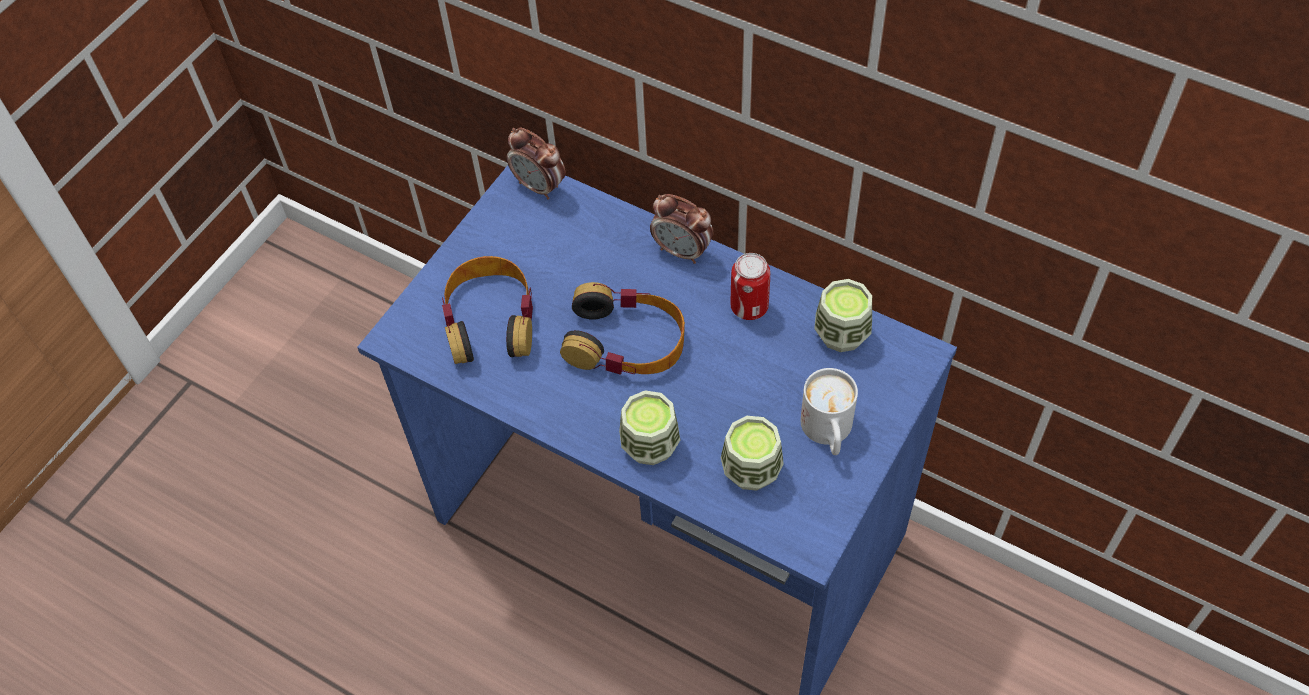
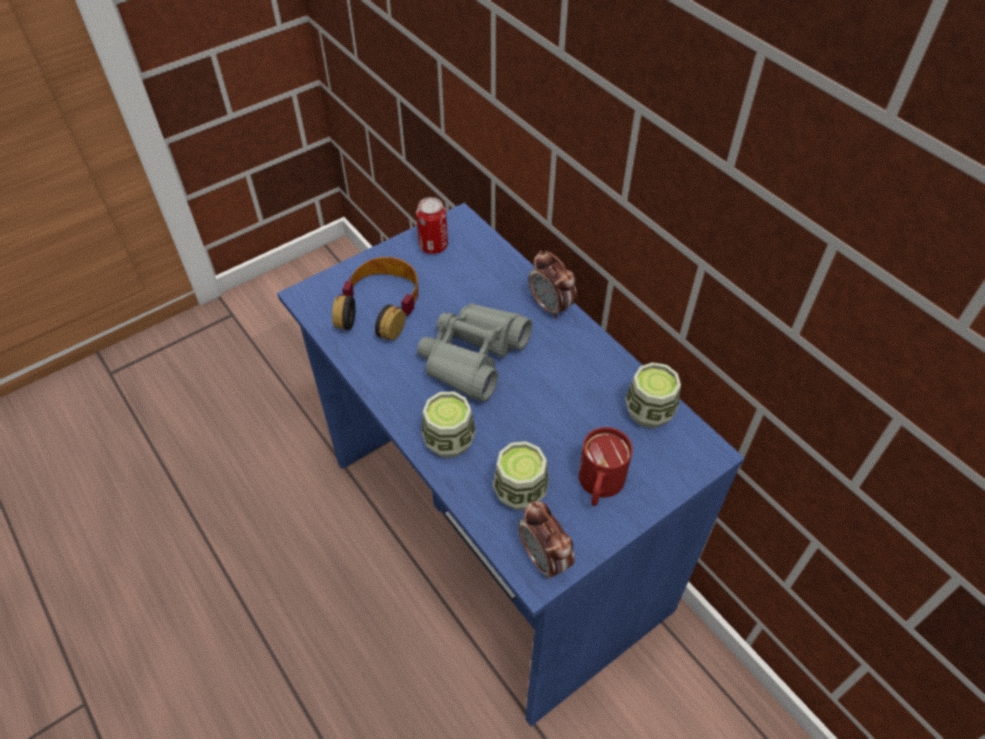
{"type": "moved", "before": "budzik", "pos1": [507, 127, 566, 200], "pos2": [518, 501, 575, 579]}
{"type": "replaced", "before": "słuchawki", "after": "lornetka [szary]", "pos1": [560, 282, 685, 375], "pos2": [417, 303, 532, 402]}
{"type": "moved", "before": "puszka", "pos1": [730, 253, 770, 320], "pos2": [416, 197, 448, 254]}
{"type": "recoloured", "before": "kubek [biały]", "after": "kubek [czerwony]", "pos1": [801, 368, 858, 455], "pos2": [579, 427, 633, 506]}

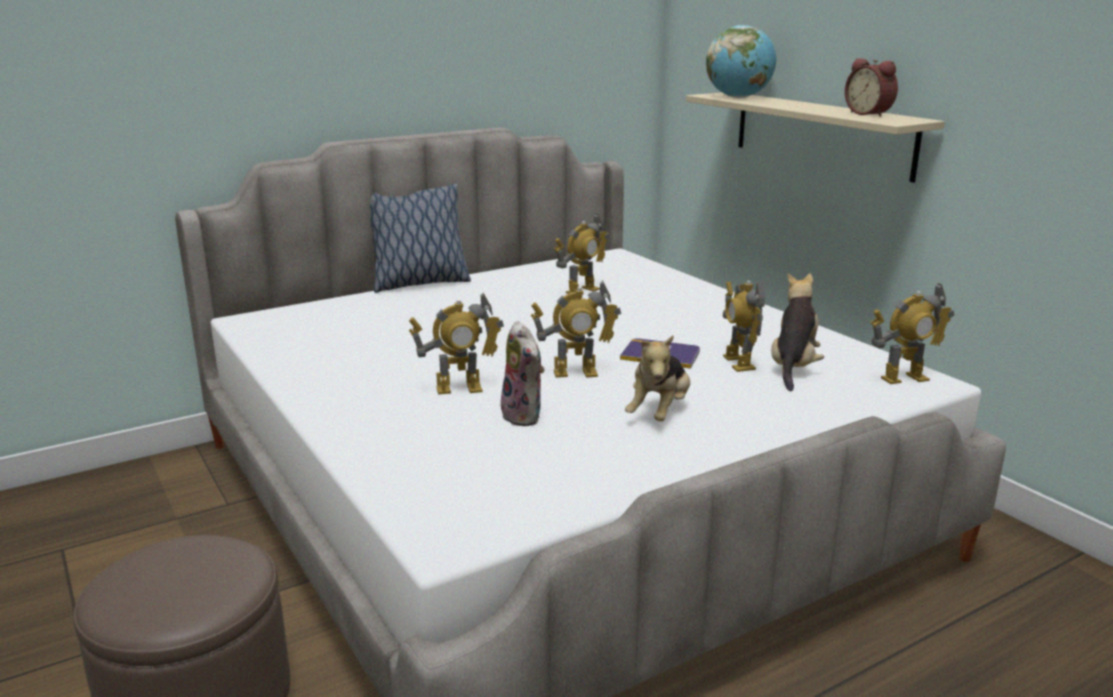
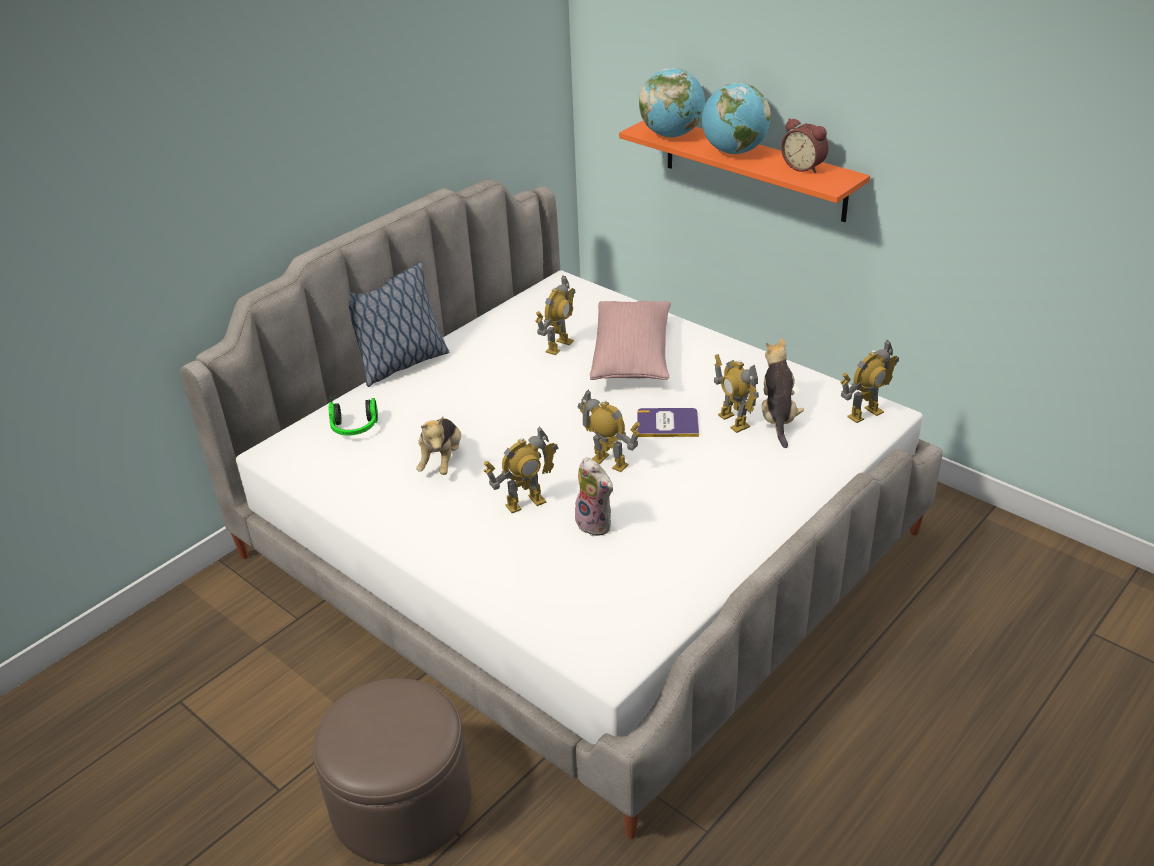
{"type": "turned", "before": "robot zabawkowy", "pos1": [531, 280, 621, 378], "pos2": [577, 389, 640, 472], "turn": -120}
{"type": "moved", "before": "pluszak", "pos1": [625, 336, 690, 421], "pos2": [416, 417, 461, 475]}
{"type": "recoloured", "before": "półka [beżowy]", "after": "półka [pomarańczowy]", "pos1": [686, 93, 945, 183], "pos2": [619, 121, 870, 222]}
{"type": "added", "after": "słuchawki", "pos2": [329, 396, 378, 435]}
{"type": "added", "after": "poduszka [różowy]", "pos2": [590, 301, 671, 380]}
{"type": "added", "after": "globus", "pos2": [702, 83, 771, 154]}

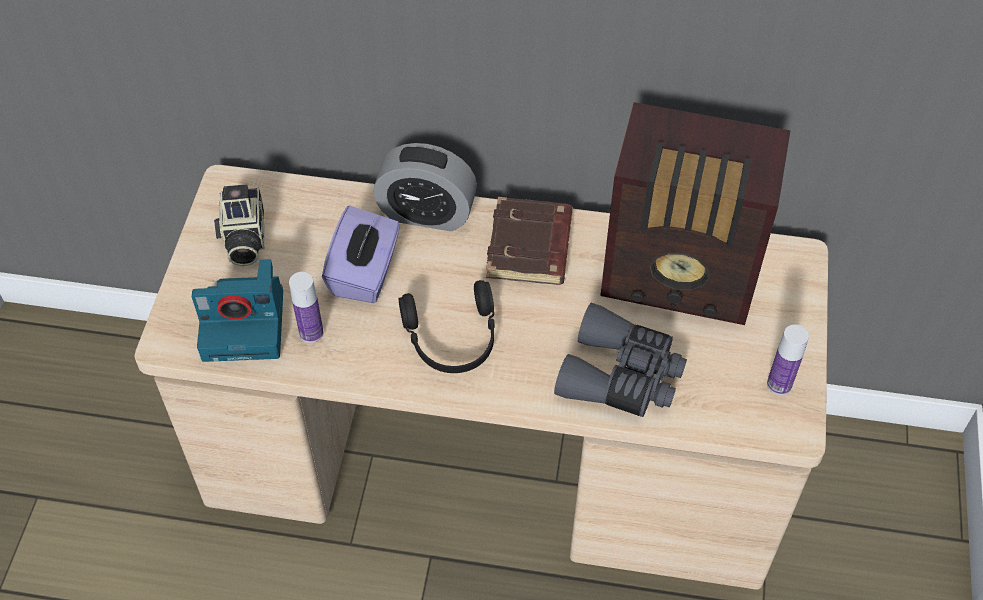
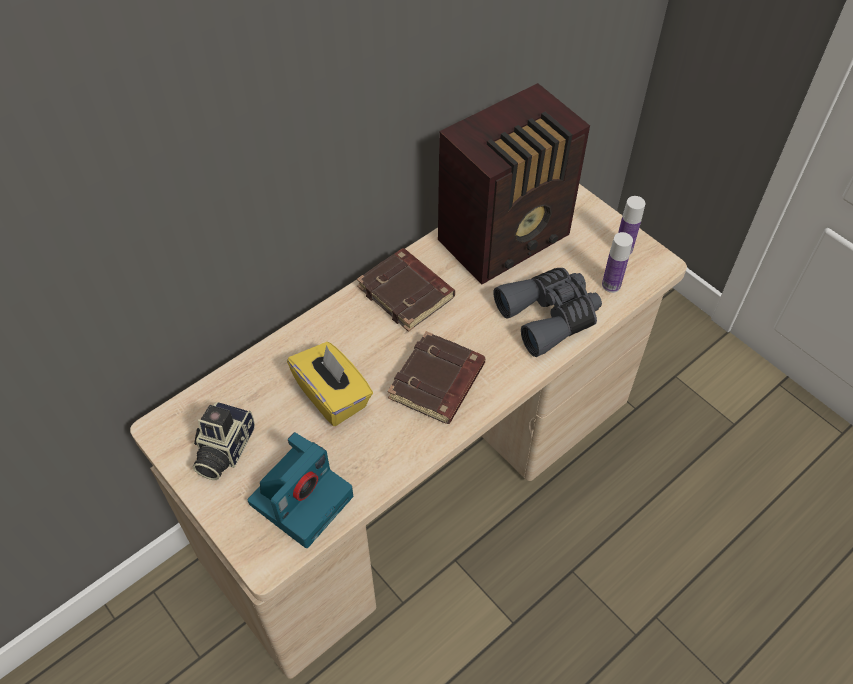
{"type": "turned", "before": "aparat fotograficzny", "pos1": [214, 184, 265, 266], "pos2": [193, 402, 255, 480], "turn": 75}
{"type": "moved", "before": "butelka", "pos1": [289, 272, 324, 343], "pos2": [602, 232, 633, 293]}
{"type": "recoloured", "before": "pudełko chusteczek [fioletowy]", "after": "pudełko chusteczek [żółty]", "pos1": [322, 206, 400, 303], "pos2": [287, 342, 373, 426]}
{"type": "removed", "before": "budzik", "pos1": [373, 143, 477, 231]}
{"type": "replaced", "before": "słuchawki [czarny]", "after": "książka [brązowy]", "pos1": [398, 280, 495, 373], "pos2": [387, 331, 486, 424]}

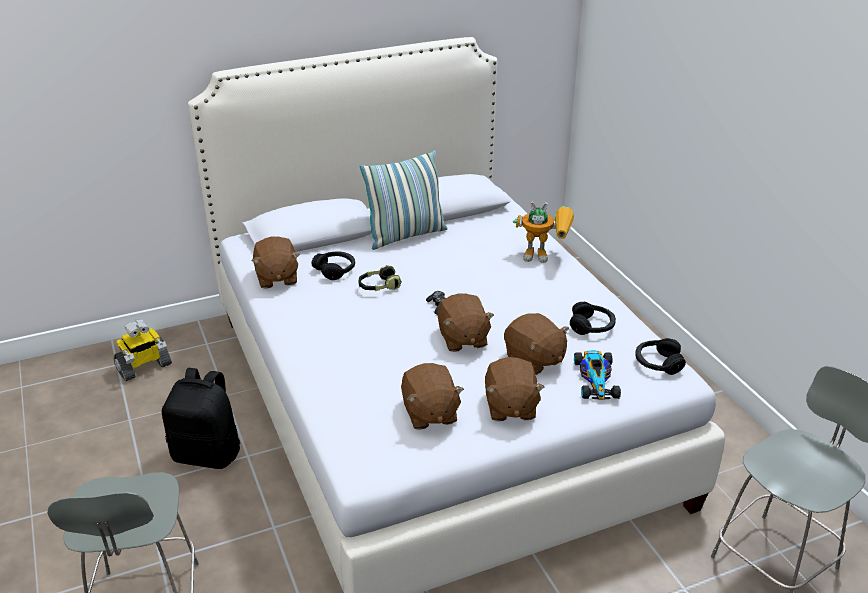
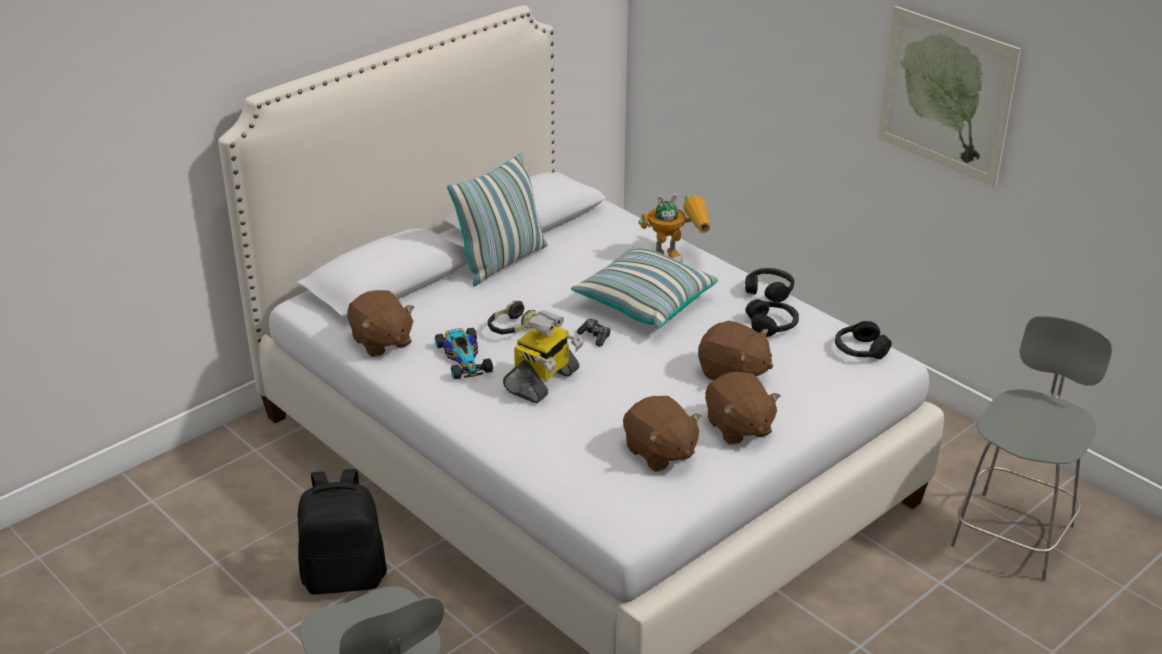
{"type": "moved", "before": "robot zabawkowy", "pos1": [114, 319, 172, 381], "pos2": [503, 310, 584, 403]}
{"type": "moved", "before": "słuchawki [czarny]", "pos1": [311, 251, 355, 280], "pos2": [745, 268, 794, 302]}
{"type": "removed", "before": "pluszak [brązowy]", "pos1": [437, 293, 494, 352]}
{"type": "moved", "before": "samochodzik", "pos1": [574, 351, 621, 400], "pos2": [435, 328, 493, 379]}
{"type": "added", "after": "poduszka", "pos2": [571, 246, 718, 329]}
{"type": "added", "after": "obraz", "pos2": [877, 6, 1021, 187]}

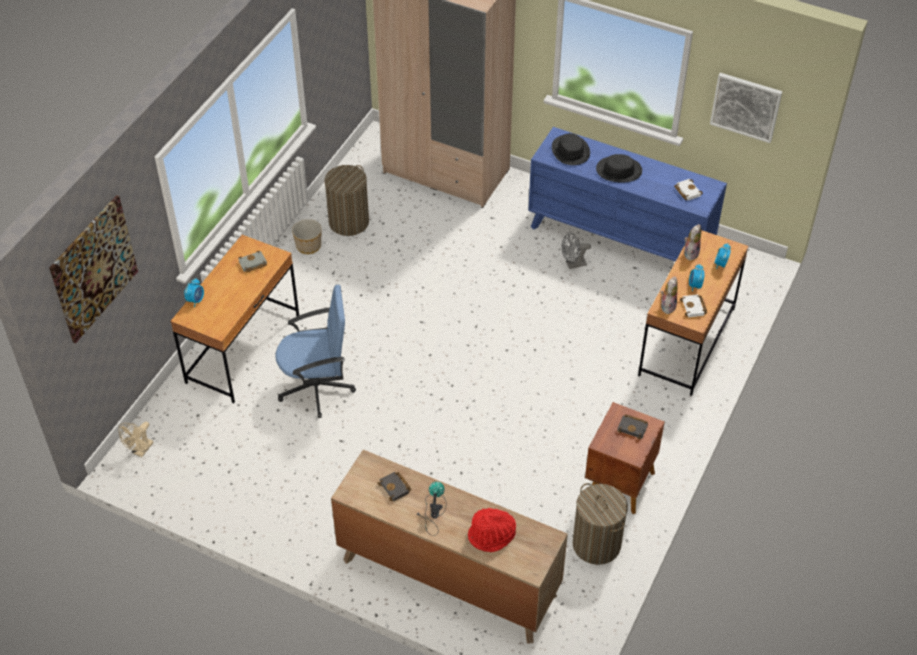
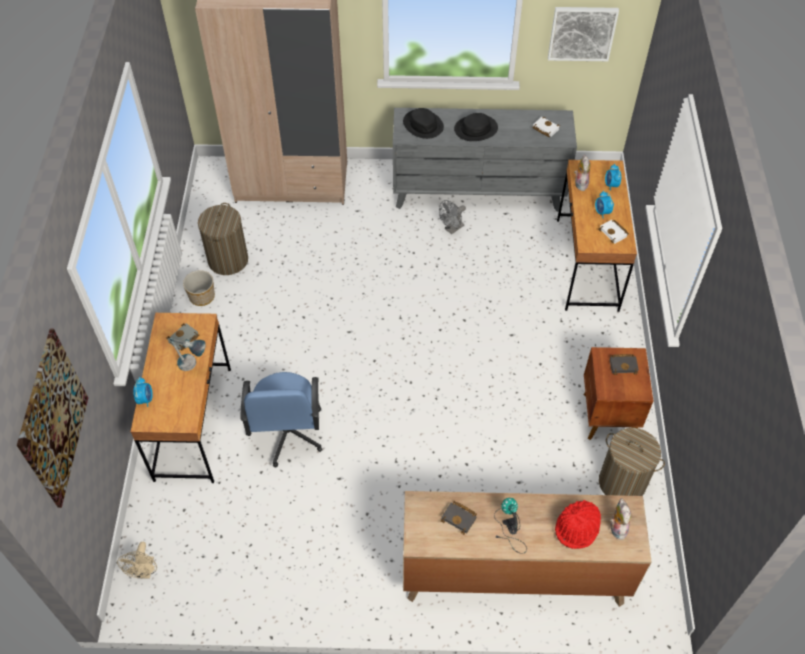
{"type": "turned", "before": "krzesło biurowe [niebieski]", "pos1": [275, 285, 356, 418], "pos2": [240, 372, 323, 468], "turn": 120}
{"type": "recoloured", "before": "komoda [niebieski]", "after": "komoda [szary]", "pos1": [528, 127, 727, 262], "pos2": [393, 108, 577, 212]}
{"type": "moved", "before": "pluszak", "pos1": [661, 277, 678, 315], "pos2": [610, 498, 631, 541]}
{"type": "added", "after": "lampa stołowa", "pos2": [170, 338, 206, 371]}

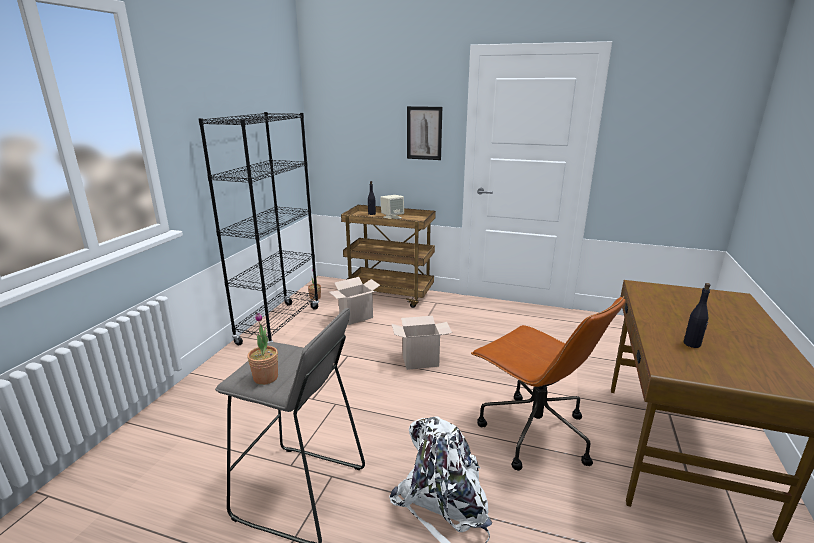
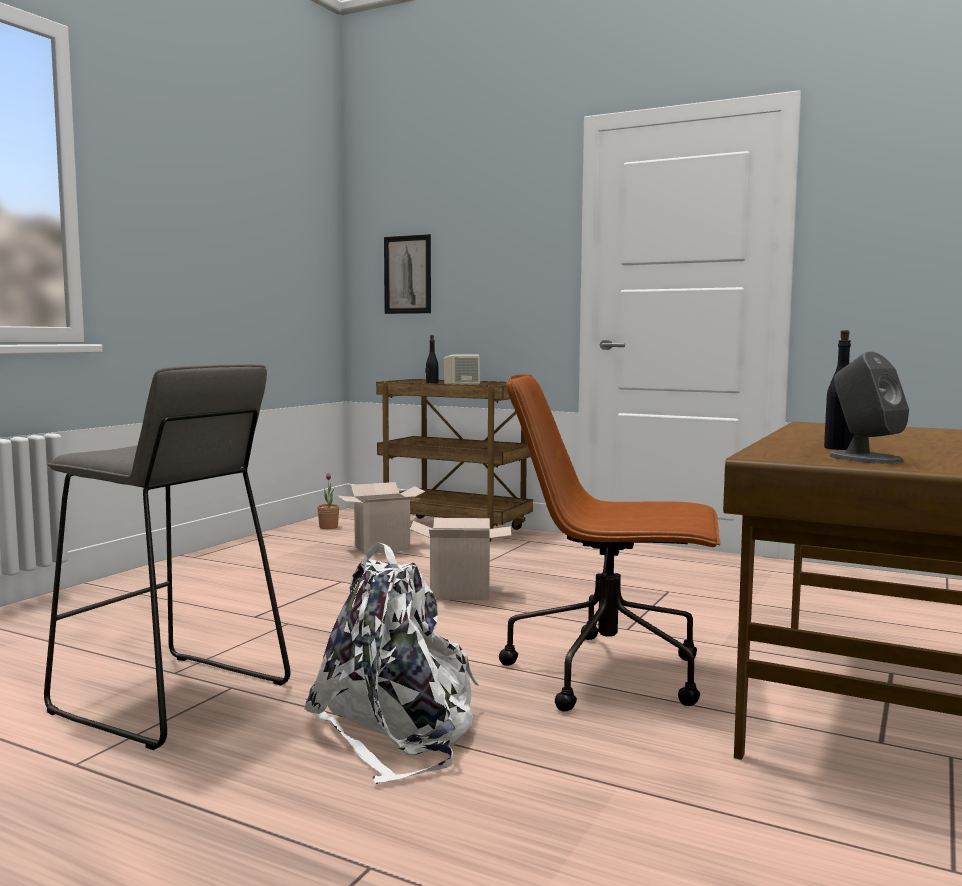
{"type": "removed", "before": "regał [czarny]", "pos1": [198, 112, 319, 345]}
{"type": "removed", "before": "roślina doniczkowa", "pos1": [247, 313, 278, 385]}
{"type": "moved", "before": "obraz", "pos1": [407, 106, 442, 160], "pos2": [384, 234, 431, 314]}
{"type": "turned", "before": "krzesło biurowe [brązowy]", "pos1": [471, 296, 626, 471], "pos2": [499, 374, 721, 712], "turn": 135}
{"type": "added", "after": "głośnik [szary]", "pos2": [829, 351, 909, 464]}

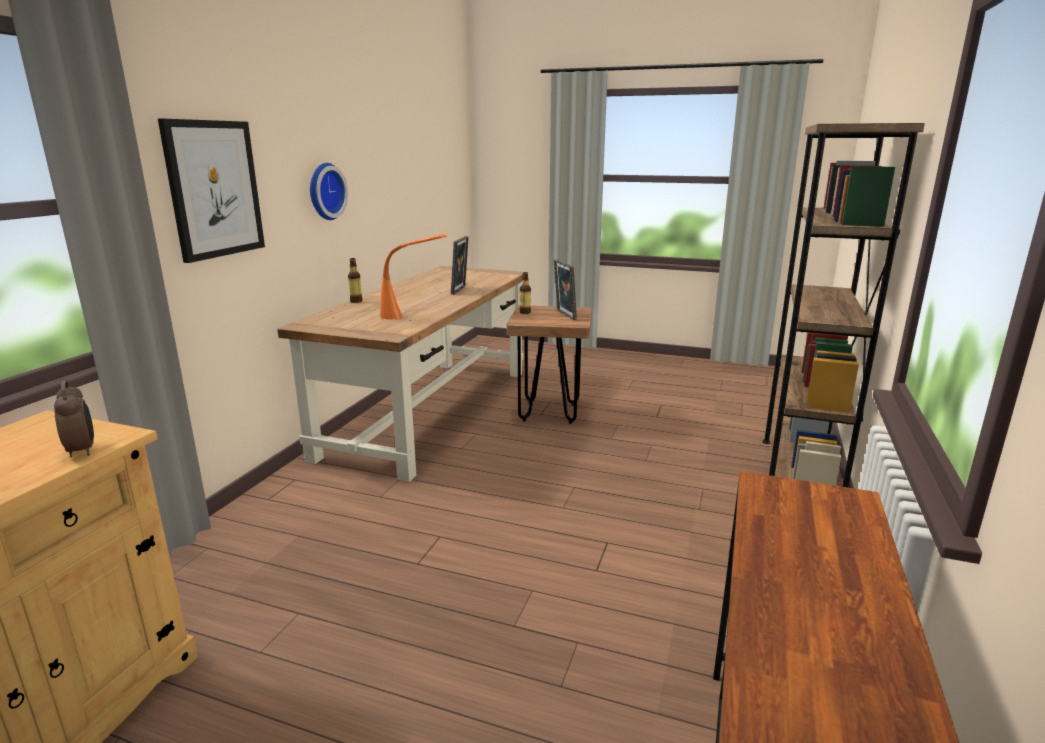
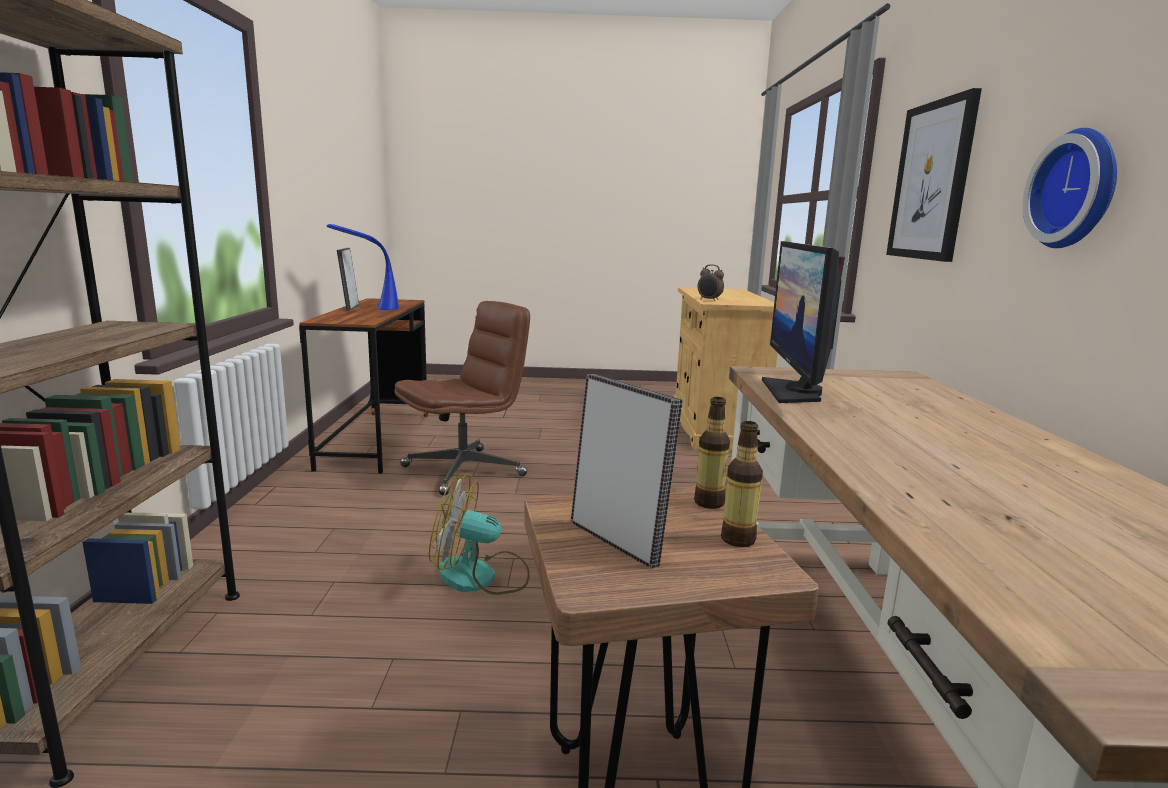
{"type": "moved", "before": "butelka", "pos1": [348, 258, 363, 303], "pos2": [694, 397, 730, 509]}
{"type": "replaced", "before": "lampa stołowa [pomarańczowy]", "after": "monitor", "pos1": [380, 234, 447, 319], "pos2": [762, 241, 845, 403]}
{"type": "moved", "before": "ramka na zdjęcie", "pos1": [451, 236, 469, 295], "pos2": [337, 248, 359, 311]}
{"type": "added", "after": "lampa stołowa [niebieski]", "pos2": [326, 224, 399, 310]}
{"type": "added", "after": "krzesło biurowe [brązowy]", "pos2": [394, 301, 530, 495]}
{"type": "added", "after": "wentylator", "pos2": [429, 473, 530, 595]}

